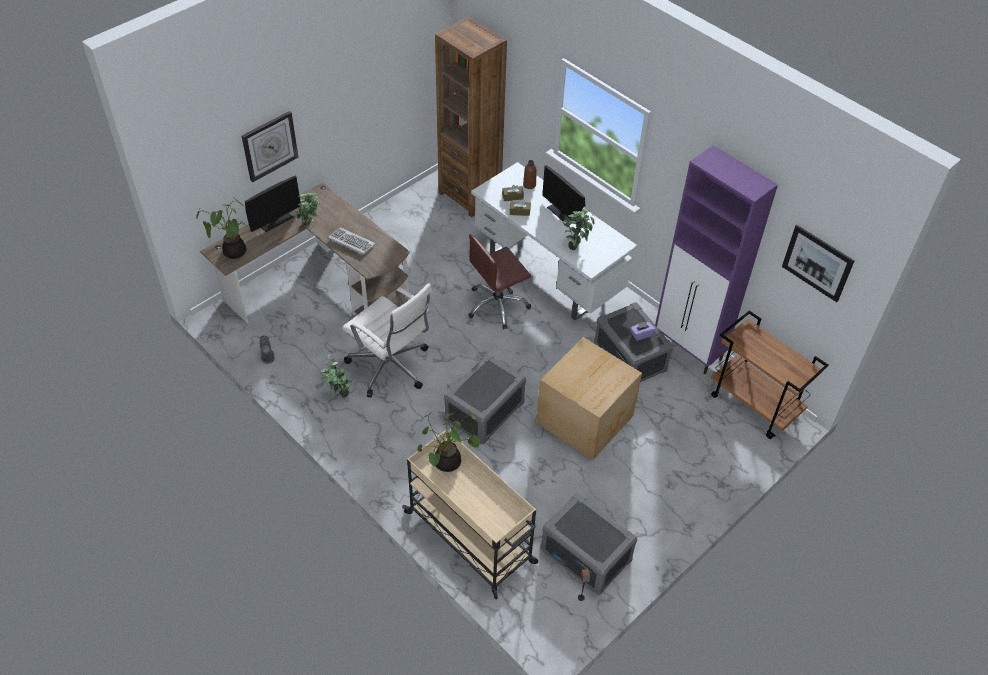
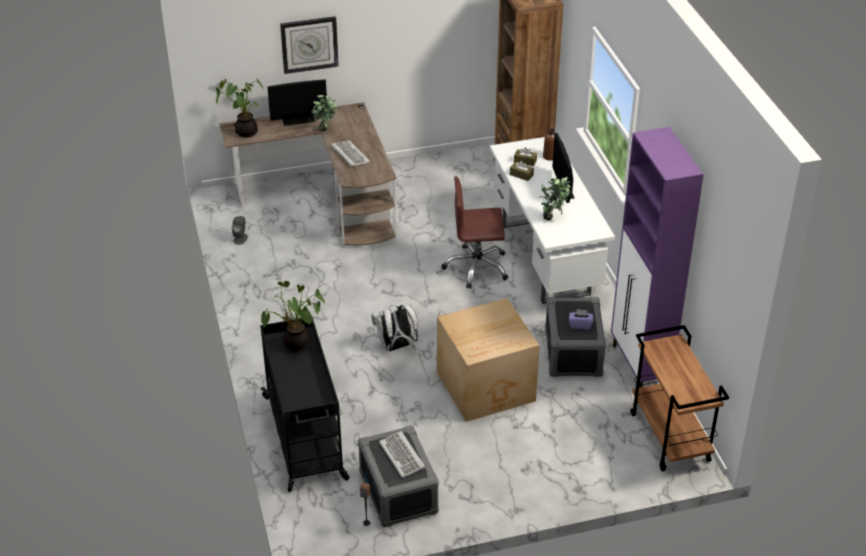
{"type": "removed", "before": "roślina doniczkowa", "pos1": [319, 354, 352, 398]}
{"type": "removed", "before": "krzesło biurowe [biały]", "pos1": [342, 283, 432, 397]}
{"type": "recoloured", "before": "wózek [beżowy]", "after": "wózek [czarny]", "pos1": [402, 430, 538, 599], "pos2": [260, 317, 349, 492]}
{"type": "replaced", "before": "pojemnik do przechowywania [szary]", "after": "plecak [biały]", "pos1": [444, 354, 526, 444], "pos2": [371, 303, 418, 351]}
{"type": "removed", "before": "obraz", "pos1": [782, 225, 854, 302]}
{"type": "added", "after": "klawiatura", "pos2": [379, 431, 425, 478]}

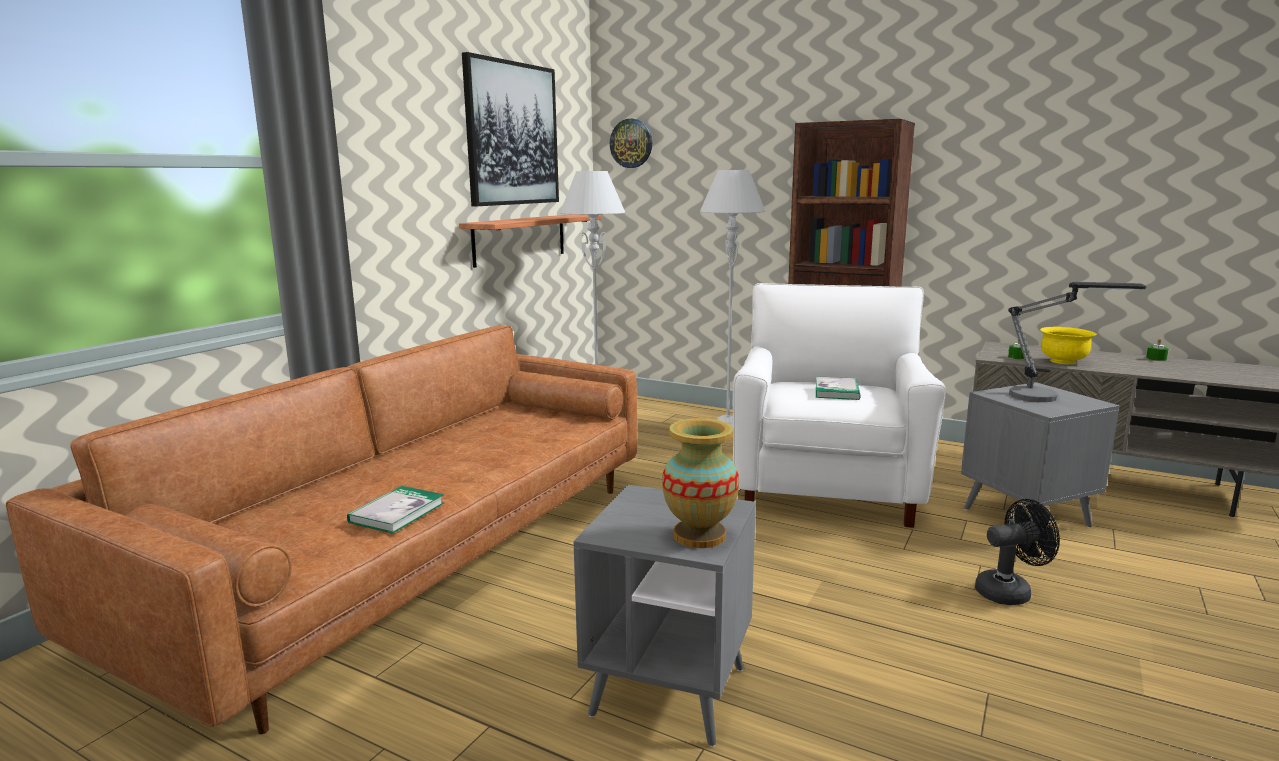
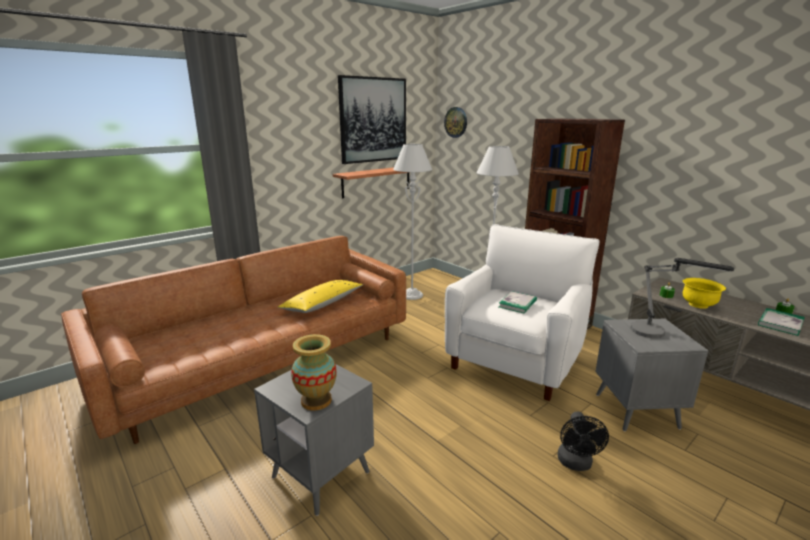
{"type": "moved", "before": "książka", "pos1": [347, 486, 444, 534], "pos2": [758, 308, 805, 336]}
{"type": "turned", "before": "wentylator [czarny]", "pos1": [975, 499, 1060, 605], "pos2": [557, 412, 609, 471], "turn": 90}
{"type": "added", "after": "poduszka [żółty]", "pos2": [278, 280, 363, 313]}

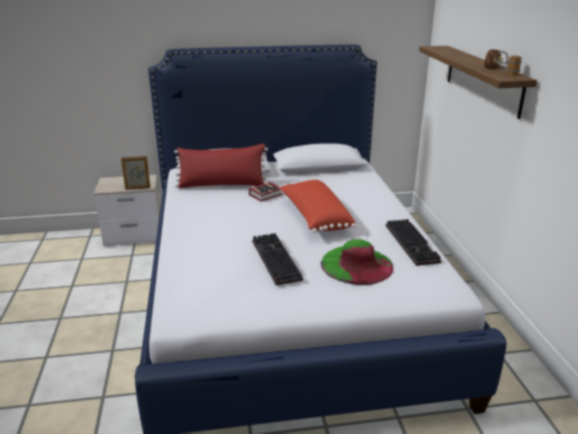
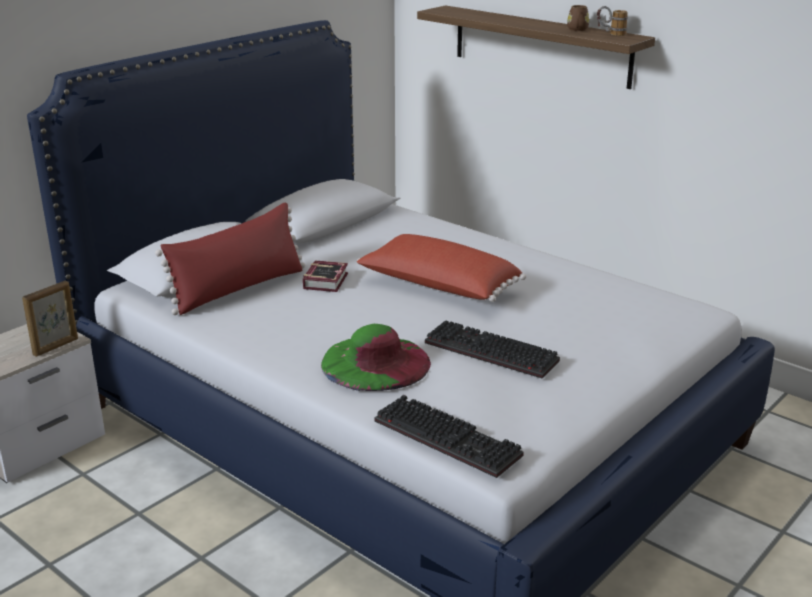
{"type": "moved", "before": "kapelusz [zielony]", "pos1": [321, 239, 393, 285], "pos2": [321, 324, 431, 391]}
{"type": "moved", "before": "klawiatura", "pos1": [386, 219, 441, 266], "pos2": [374, 394, 524, 478]}

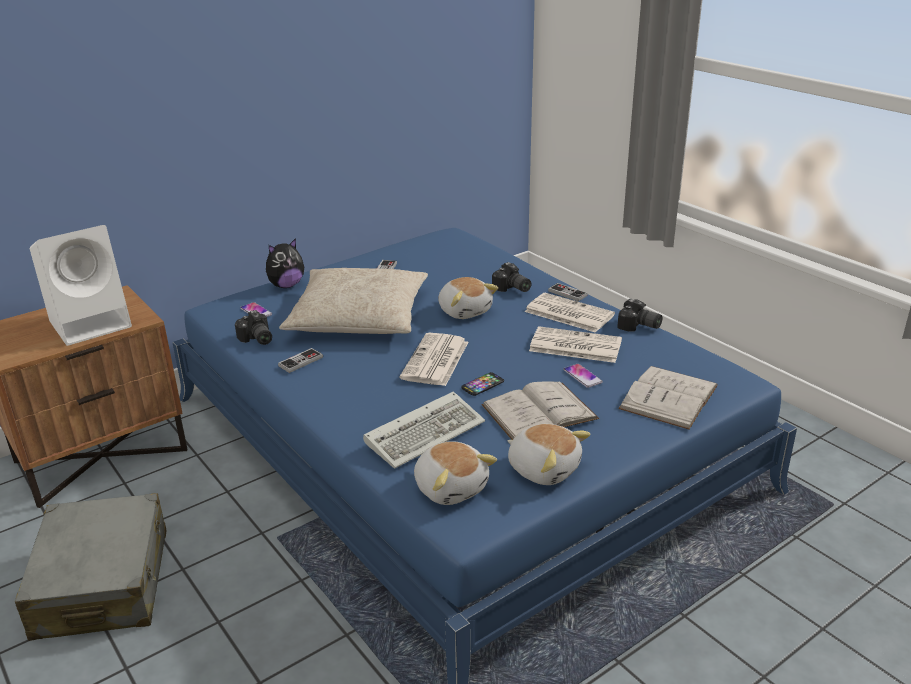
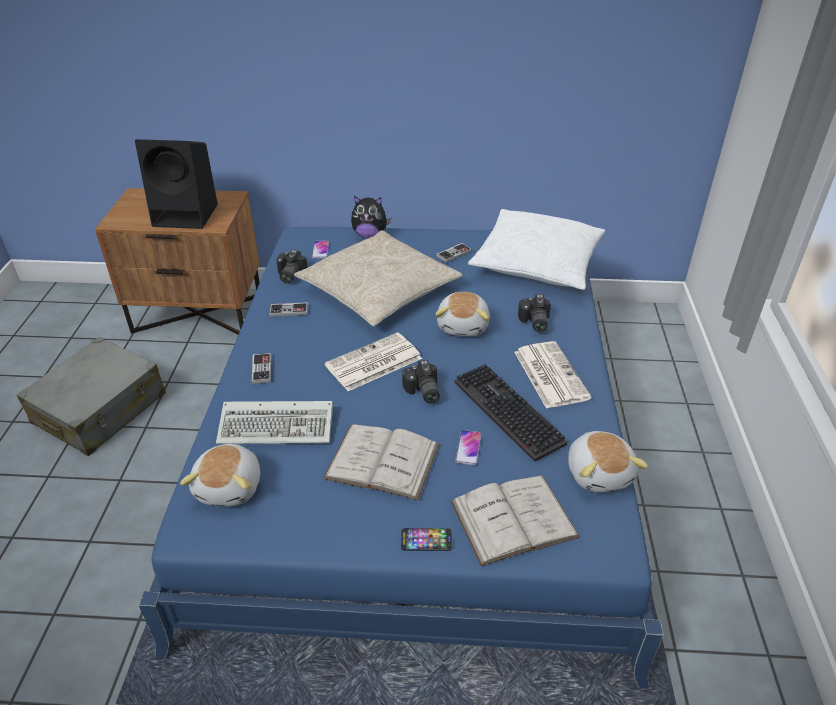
{"type": "recoloured", "before": "głośnik [biały]", "after": "głośnik [czarny]", "pos1": [30, 225, 132, 346], "pos2": [135, 139, 218, 229]}
{"type": "moved", "before": "telefon", "pos1": [461, 372, 504, 396], "pos2": [401, 528, 452, 551]}
{"type": "moved", "before": "pluszak", "pos1": [507, 424, 590, 485], "pos2": [568, 431, 648, 492]}
{"type": "replaced", "before": "gazeta", "after": "klawiatura", "pos1": [529, 326, 622, 363], "pos2": [455, 364, 567, 462]}
{"type": "moved", "before": "pad do gier", "pos1": [548, 283, 588, 302], "pos2": [252, 353, 271, 384]}
{"type": "moved", "before": "aparat fotograficzny", "pos1": [617, 299, 663, 332], "pos2": [402, 360, 440, 404]}
{"type": "added", "after": "poduszka [biały]", "pos2": [468, 209, 605, 290]}

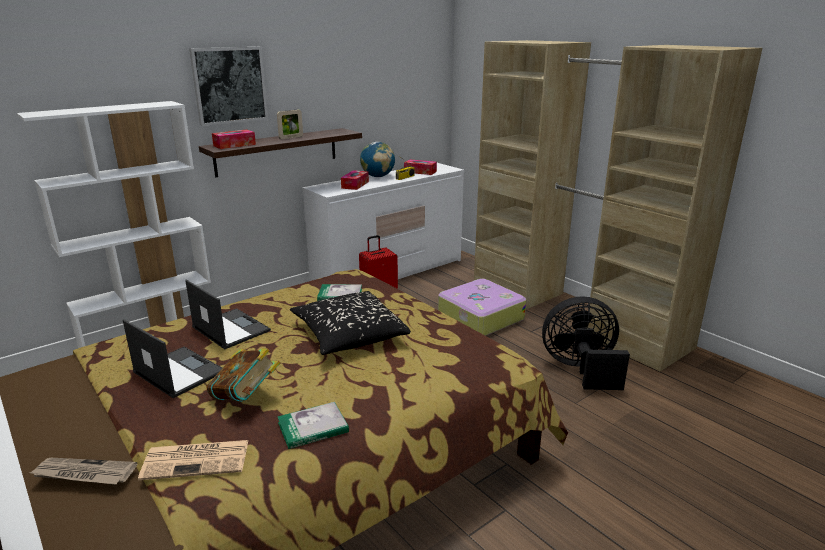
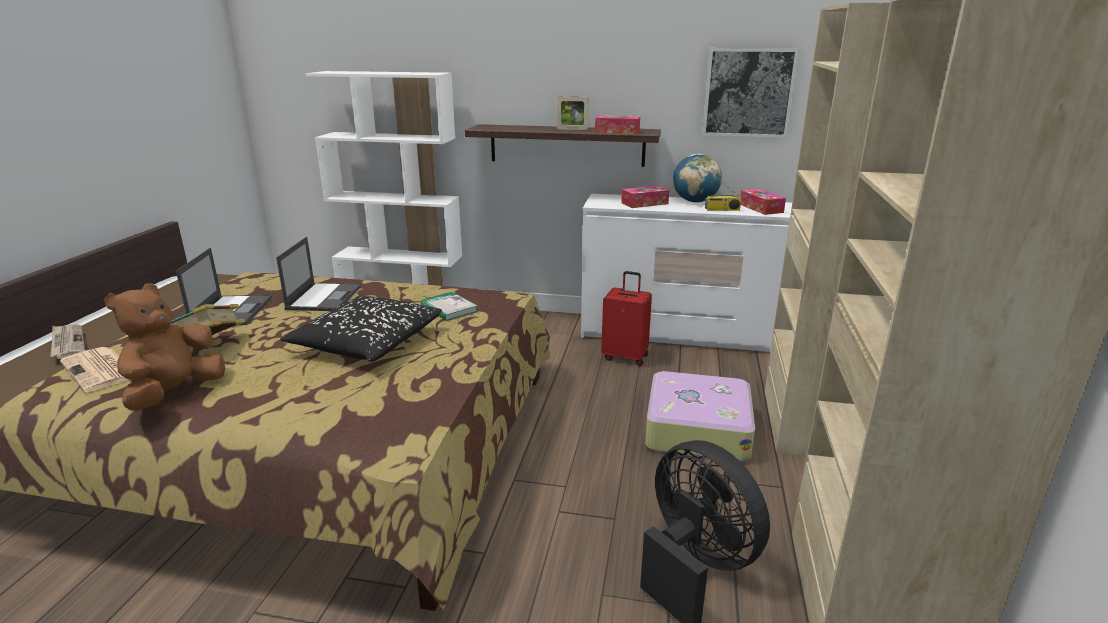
{"type": "moved", "before": "obraz", "pos1": [189, 47, 268, 126], "pos2": [702, 48, 799, 138]}
{"type": "moved", "before": "pudełko chusteczek", "pos1": [212, 130, 256, 149], "pos2": [595, 115, 640, 134]}
{"type": "replaced", "before": "książka", "after": "pluszak [brązowy]", "pos1": [278, 402, 349, 449], "pos2": [104, 283, 225, 411]}

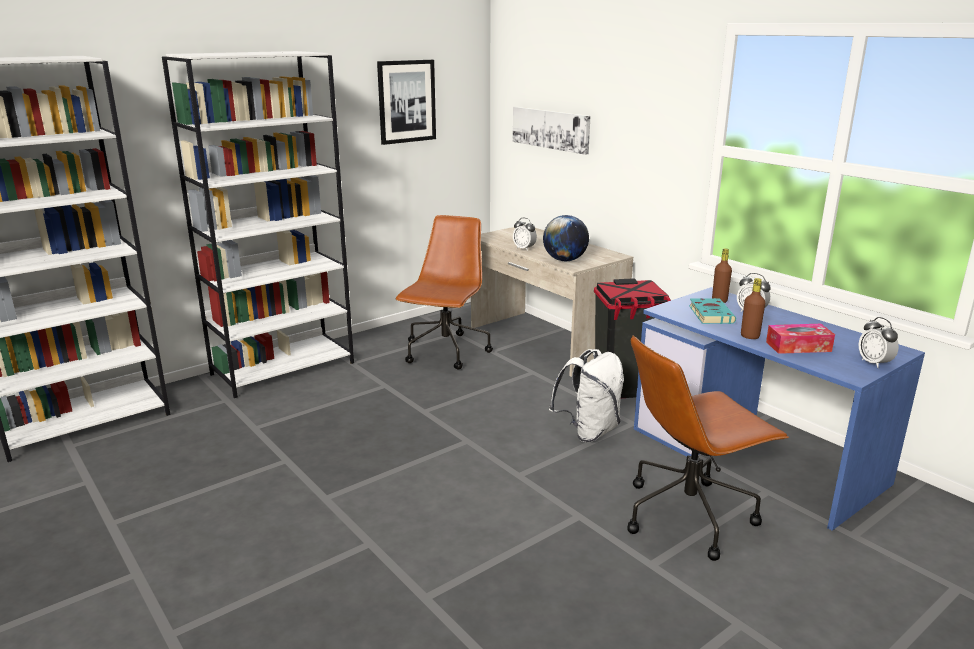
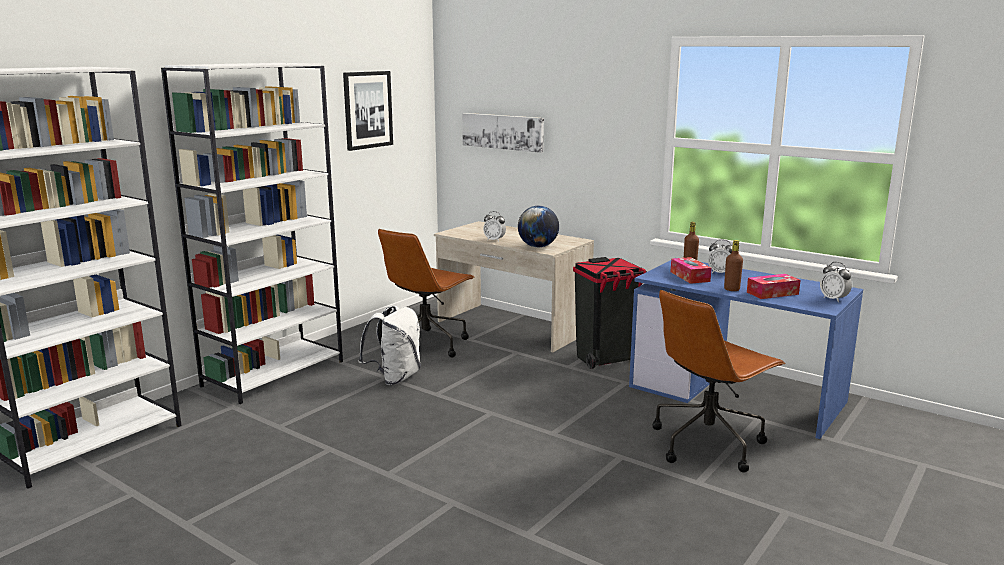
{"type": "turned", "before": "krzesło biurowe [brązowy]", "pos1": [395, 215, 493, 370], "pos2": [378, 229, 475, 358], "turn": -150}
{"type": "moved", "before": "plecak [biały]", "pos1": [549, 349, 624, 442], "pos2": [358, 306, 421, 385]}
{"type": "replaced", "before": "książka [turkusowy]", "after": "pudełko chusteczek", "pos1": [689, 298, 736, 324], "pos2": [670, 257, 712, 284]}

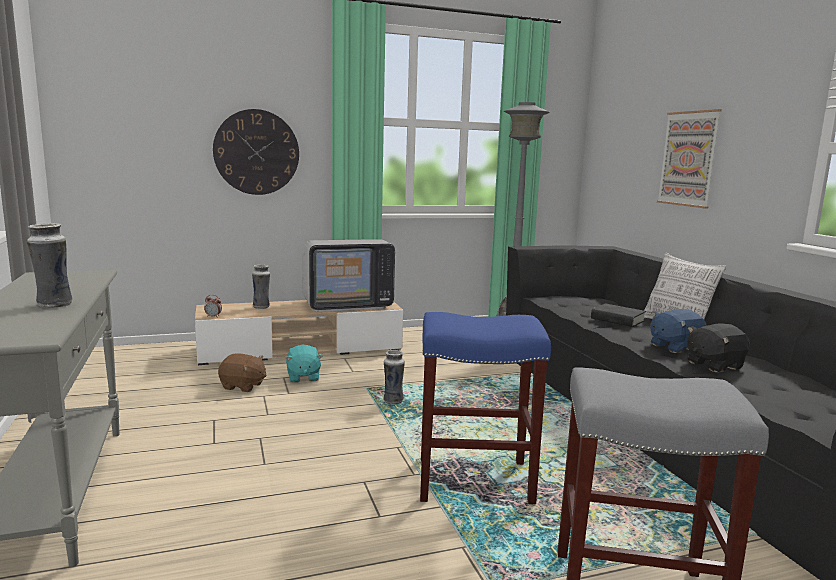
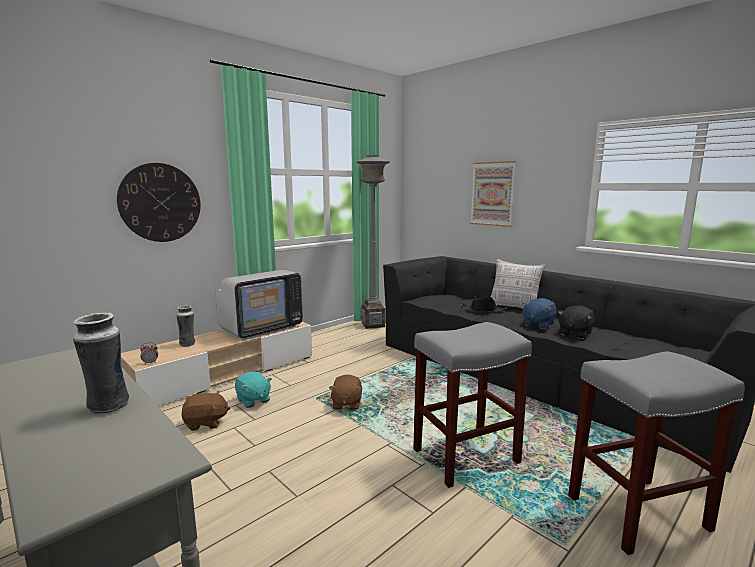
{"type": "replaced", "before": "wazon", "after": "pluszak [brązowy]", "pos1": [384, 350, 405, 404], "pos2": [329, 374, 362, 410]}
{"type": "recoloured", "before": "stołek [niebieski]", "after": "stołek [szary]", "pos1": [420, 312, 551, 504], "pos2": [413, 322, 532, 488]}
{"type": "replaced", "before": "książka [czarny]", "after": "kapelusz [czarny]", "pos1": [591, 303, 646, 327], "pos2": [461, 296, 507, 312]}

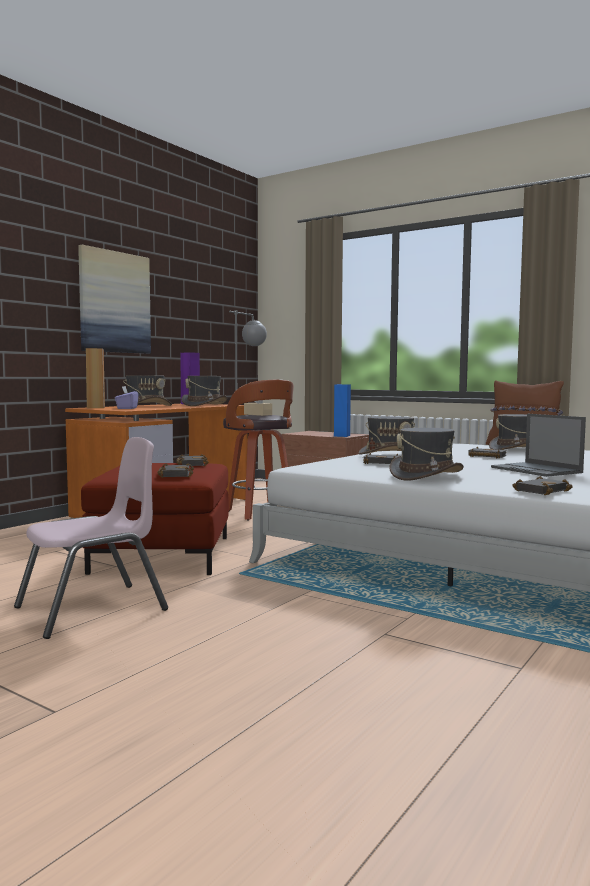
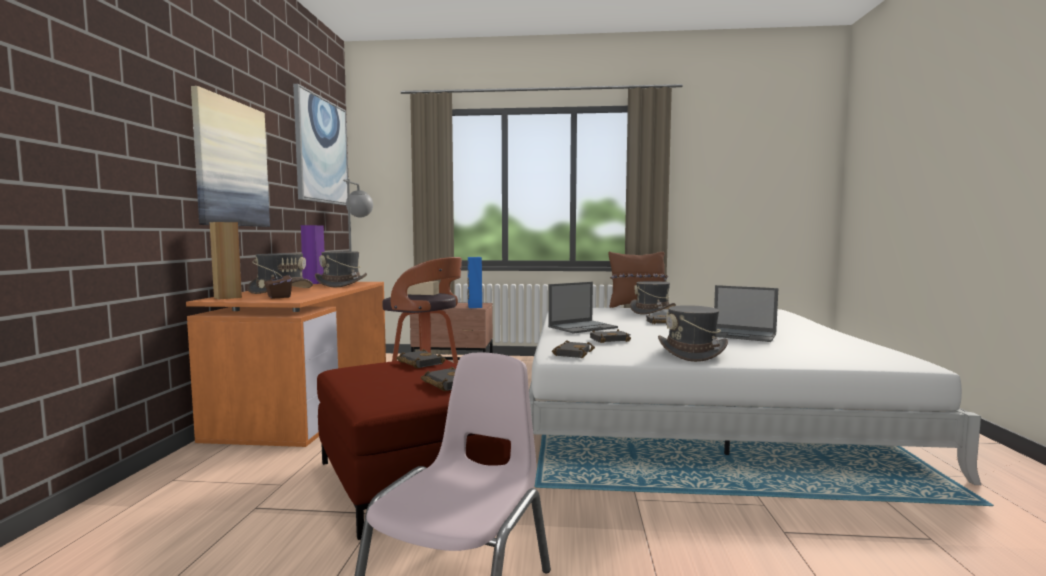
{"type": "recoloured", "before": "pudełko chusteczek [fioletowy]", "after": "pudełko chusteczek [brązowy]", "pos1": [115, 386, 139, 409], "pos2": [264, 270, 292, 299]}
{"type": "replaced", "before": "kapelusz [szary]", "after": "laptop", "pos1": [358, 416, 415, 455], "pos2": [548, 282, 618, 334]}
{"type": "moved", "before": "książka [czarny]", "pos1": [512, 476, 573, 495], "pos2": [552, 340, 595, 358]}
{"type": "added", "after": "obraz", "pos2": [293, 84, 348, 206]}

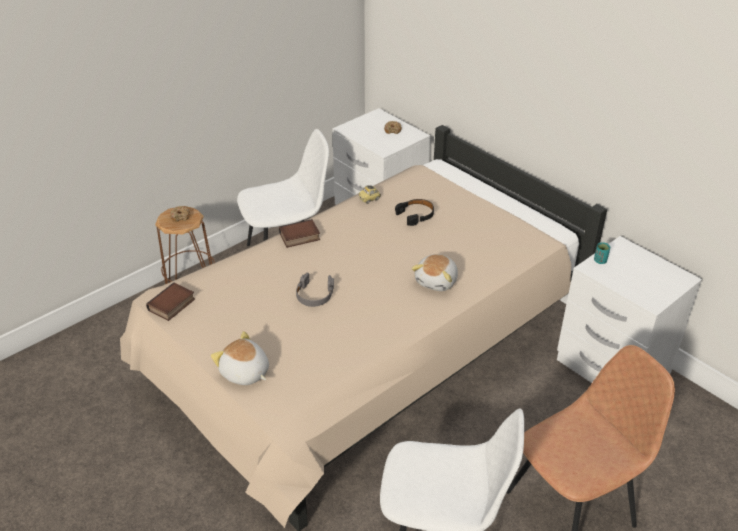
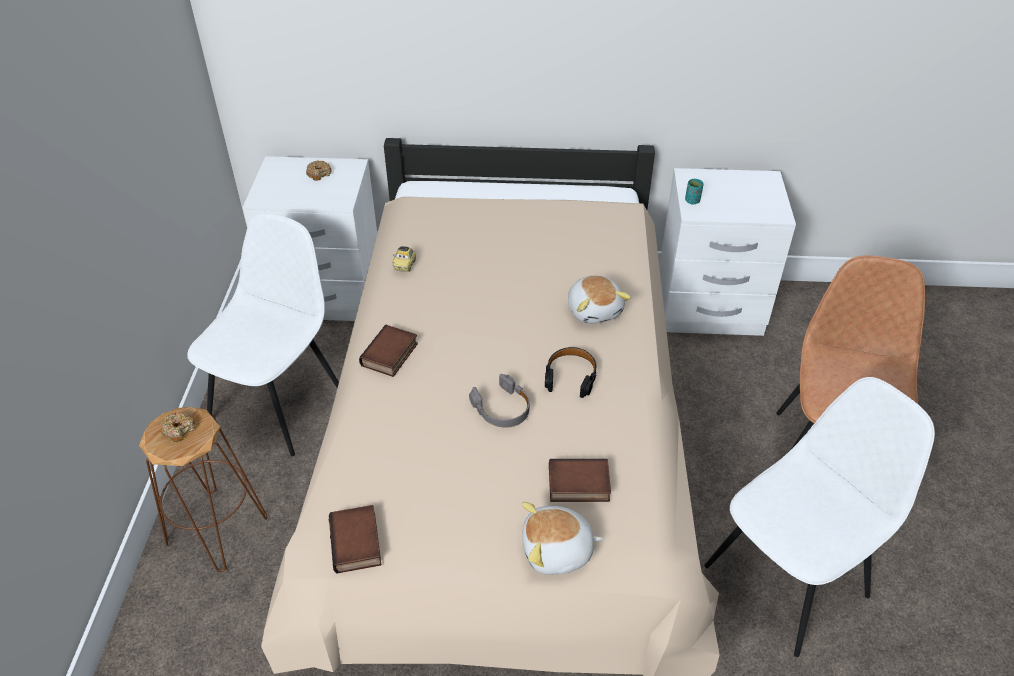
{"type": "moved", "before": "słuchawki [czarny]", "pos1": [395, 199, 434, 226], "pos2": [545, 347, 597, 398]}
{"type": "added", "after": "książka", "pos2": [549, 458, 611, 502]}

